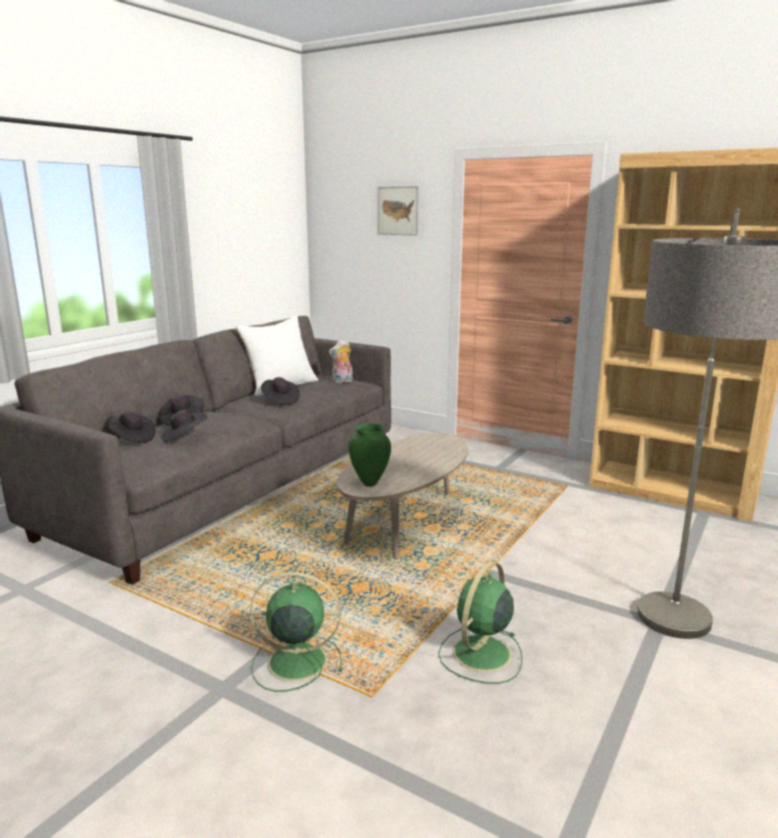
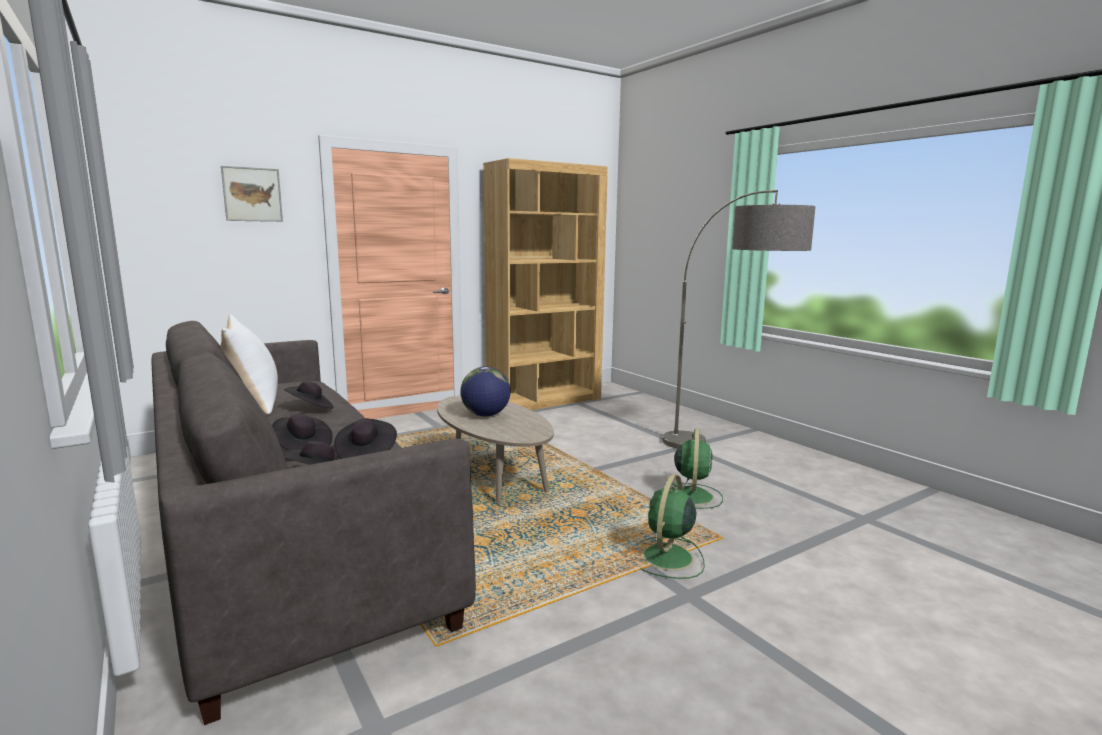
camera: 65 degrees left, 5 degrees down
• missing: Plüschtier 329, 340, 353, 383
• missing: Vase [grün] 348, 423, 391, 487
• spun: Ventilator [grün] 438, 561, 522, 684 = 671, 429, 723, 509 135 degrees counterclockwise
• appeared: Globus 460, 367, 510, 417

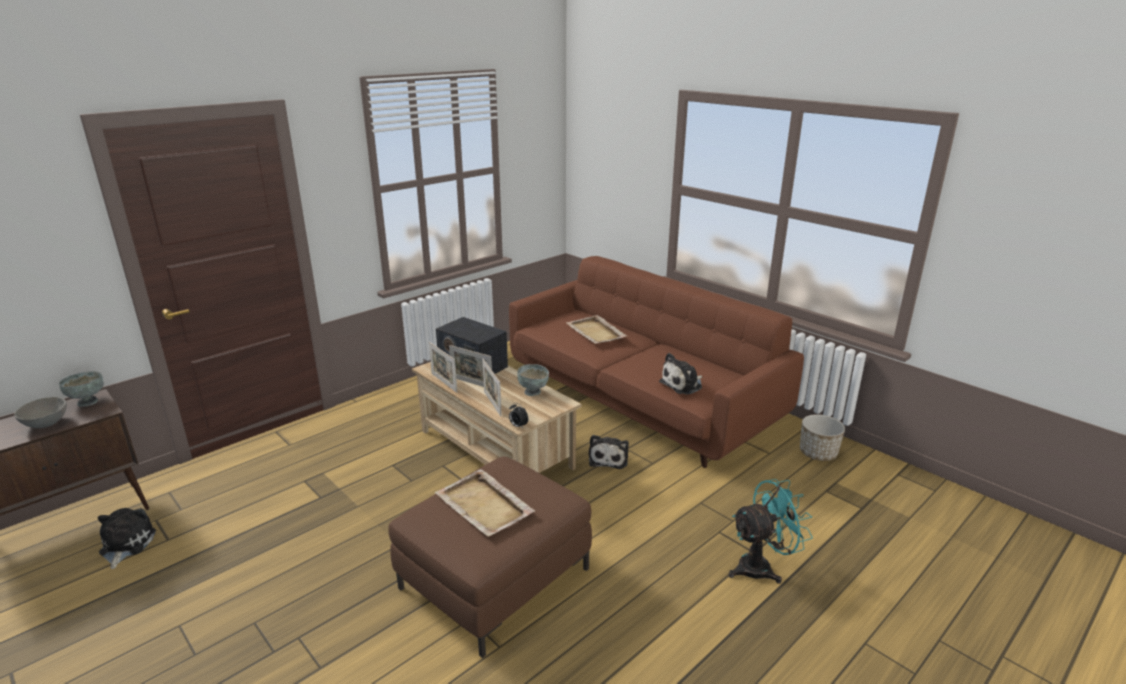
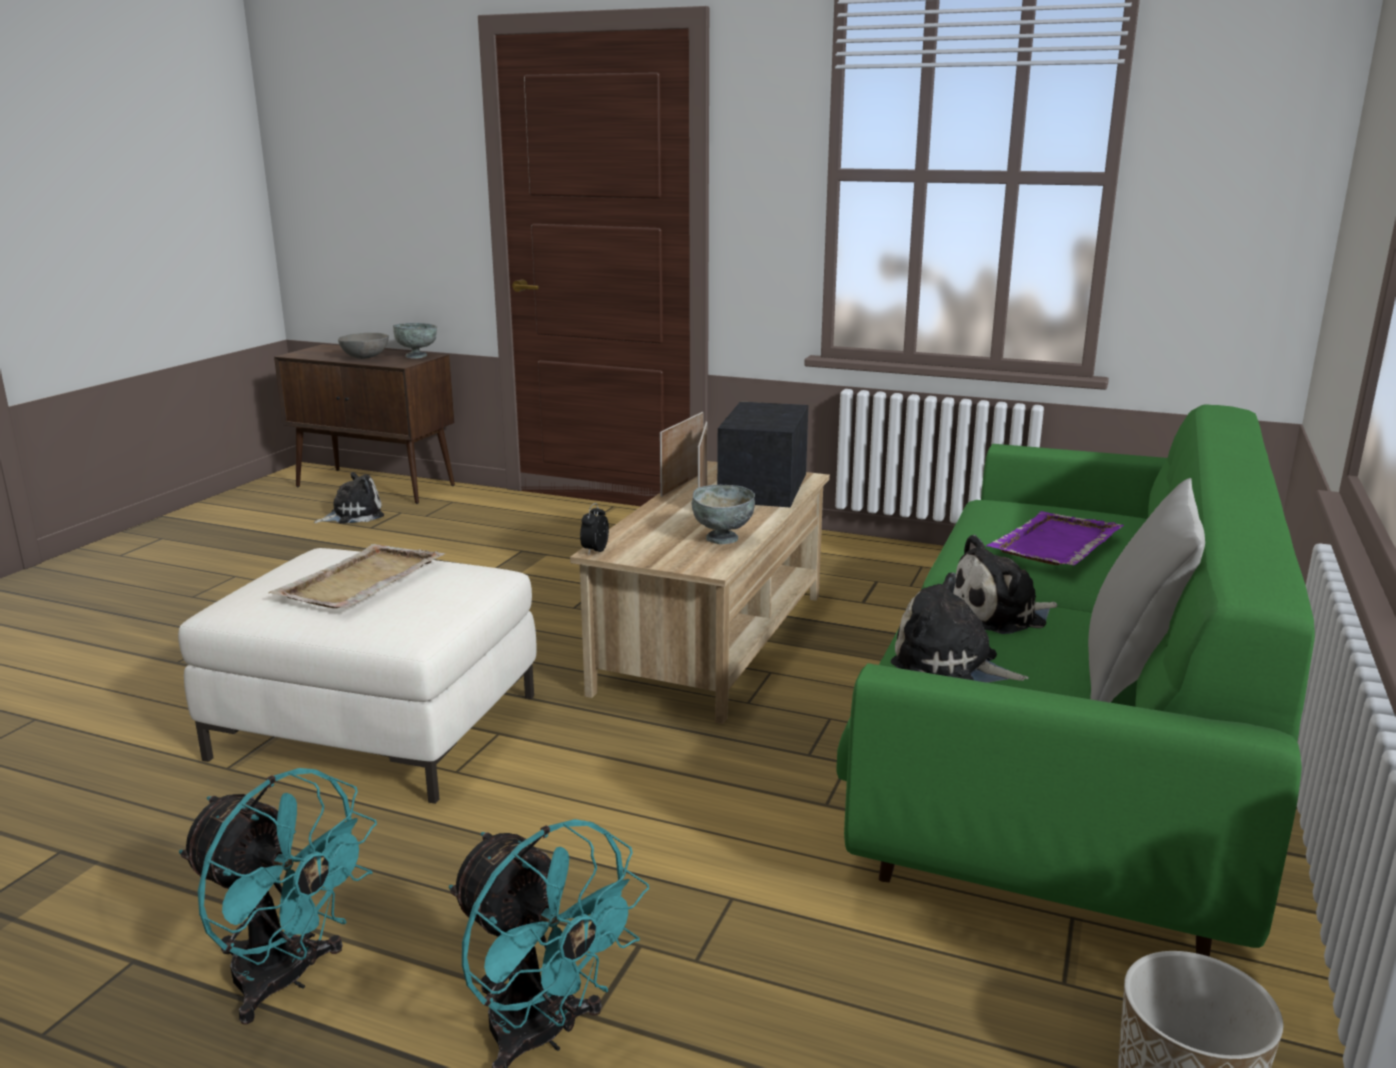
camera: 65 degrees right, 5 degrees down
• colour: Sofa [braun] 509, 256, 804, 468 to Sofa [grün] 836, 404, 1315, 957
• colour: Tablett [beige] 566, 315, 627, 344 to Tablett [lila] 987, 511, 1124, 565
• missing: Bilderrahmen 482, 359, 502, 416
• relocated: Plüschtier 589, 435, 629, 469 to 953, 535, 1058, 634
• colour: Polsterhocker [braun] 388, 456, 592, 658 to Polsterhocker [weiß] 178, 548, 537, 804
• appeared: Kissen [grau] 1088, 478, 1205, 703
• appeared: Ventilator [türkis] 179, 768, 377, 1025

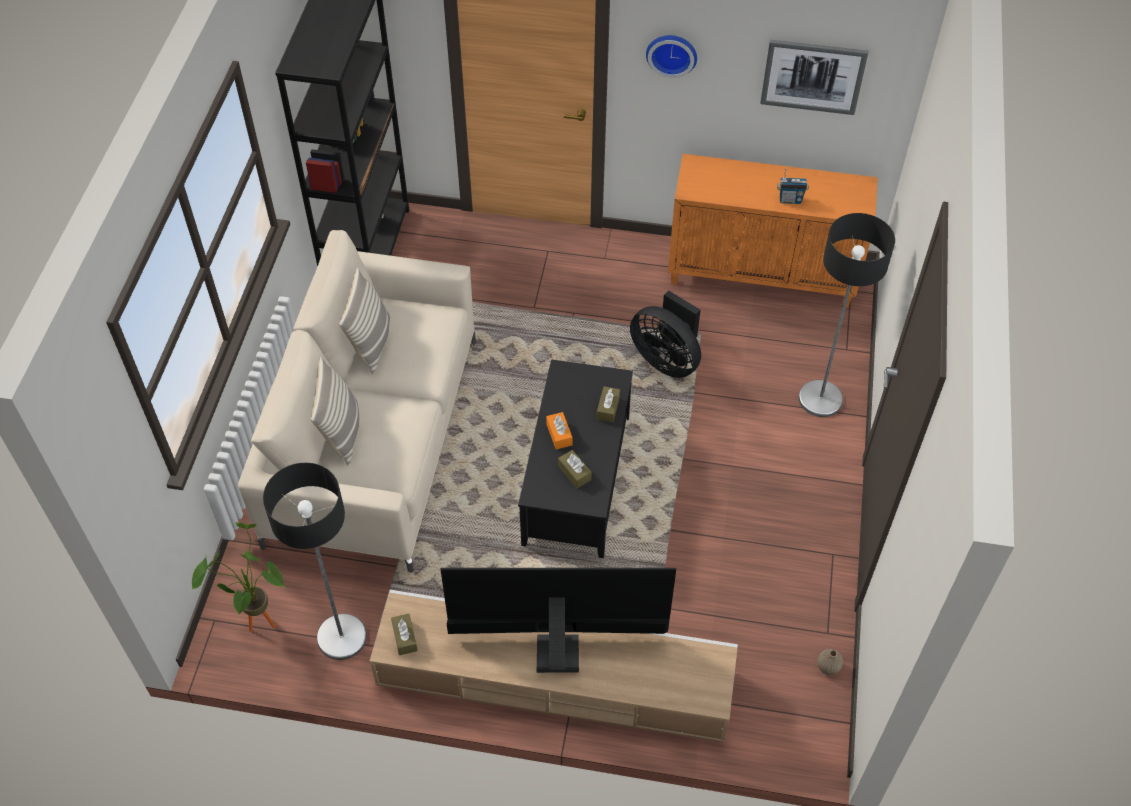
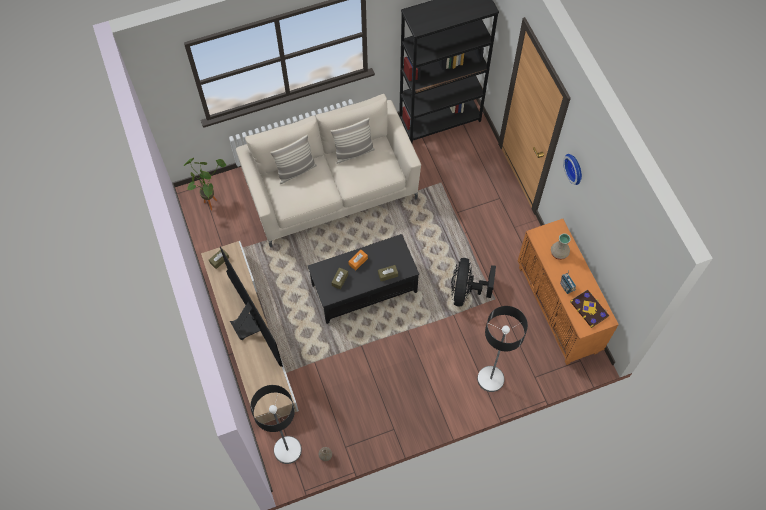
camera: 60 degrees right, 10 degrees up
• missing: Bild 760, 40, 868, 115
• relocated: Stehlampe 263, 463, 367, 660 to 250, 385, 302, 464
• appeared: Vase [beige] 551, 233, 571, 260
• appeared: Buch 570, 289, 609, 328

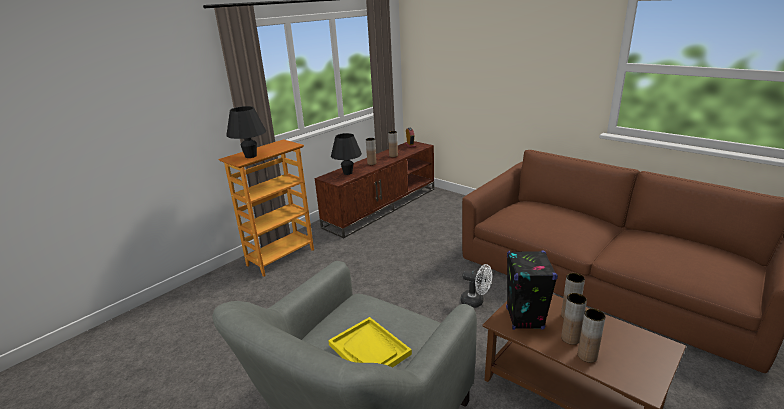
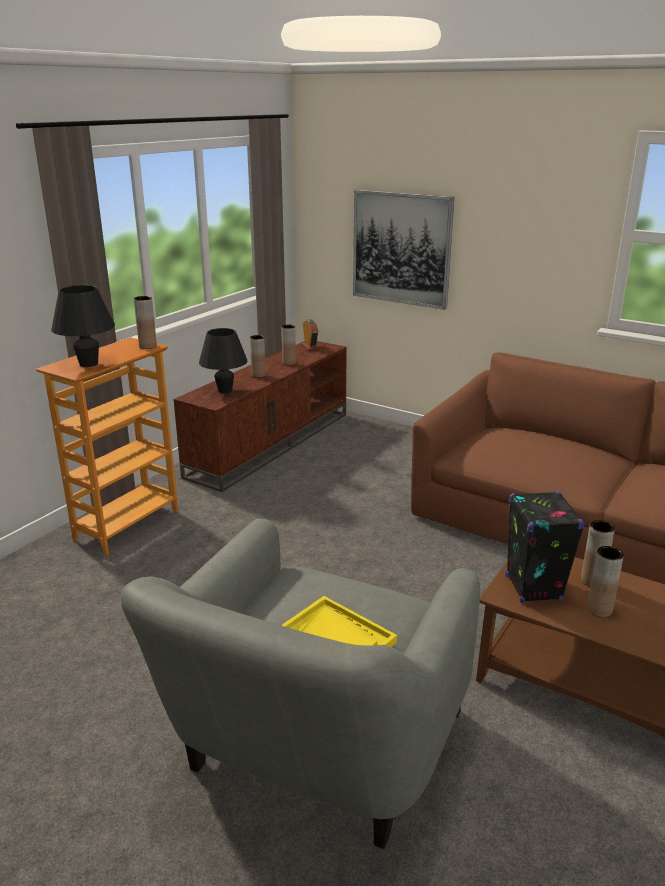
camera: 10 degrees left, 0 degrees up
• missing: Ventilator [weiß] 460, 264, 492, 308
• relocated: Vase [braun] 578, 308, 606, 363 to 134, 296, 157, 349
• appeared: Bild 353, 190, 454, 310

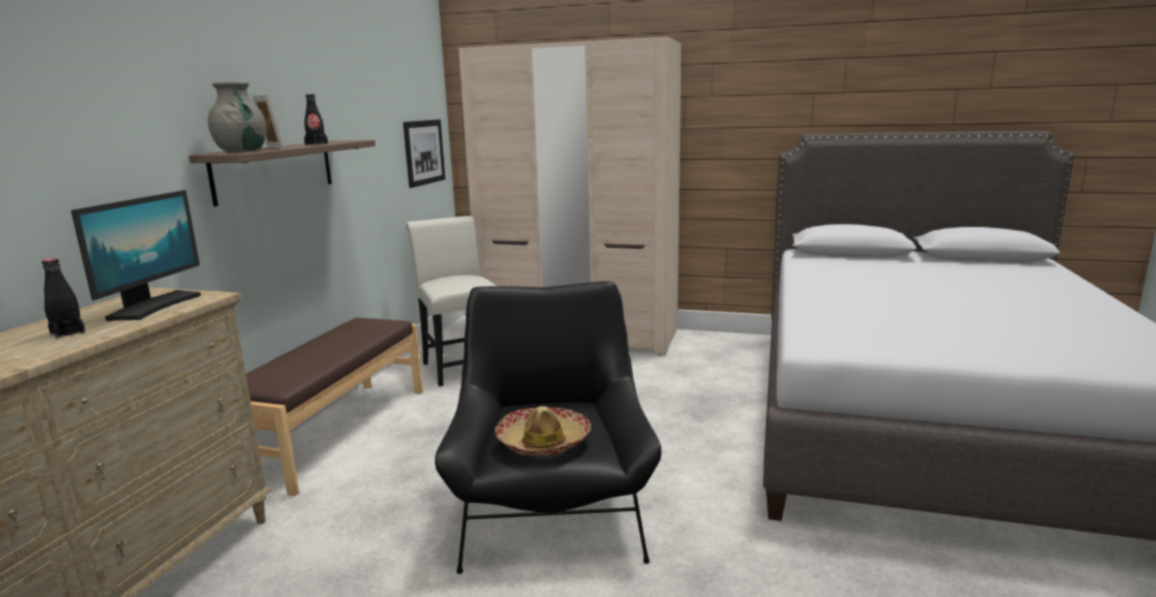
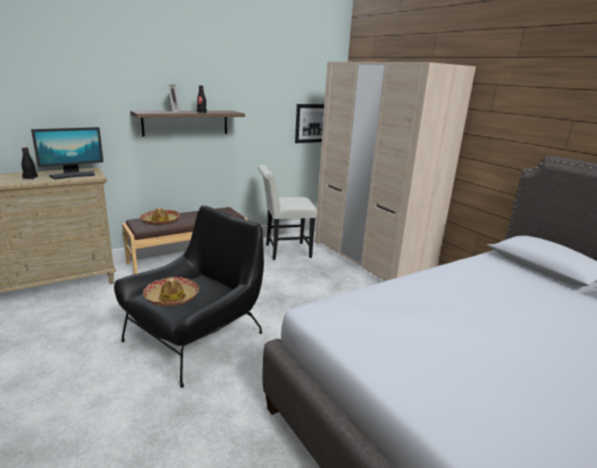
camera: 40 degrees right, 5 degrees up
• missing: Vase [grau] 208, 82, 266, 152
• spun: Stuhl [weiß] 406, 216, 496, 387 = 258, 165, 317, 260 120 degrees counterclockwise
• appeared: Hut 140, 208, 180, 225

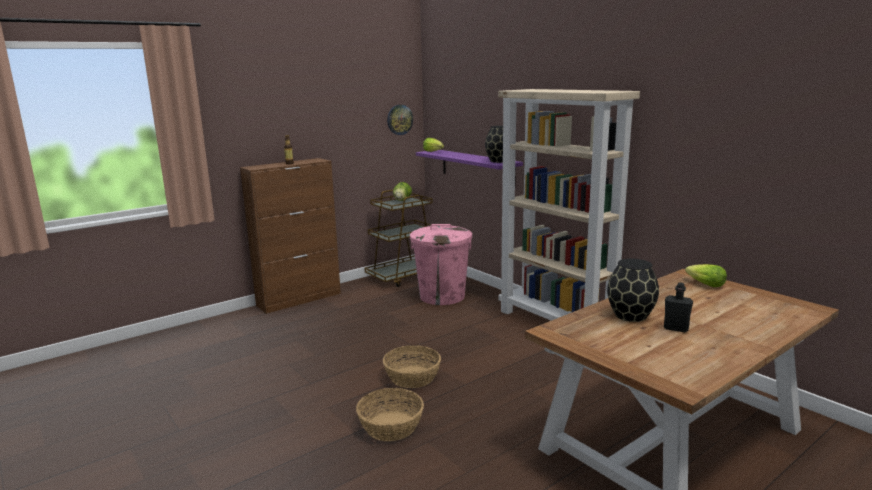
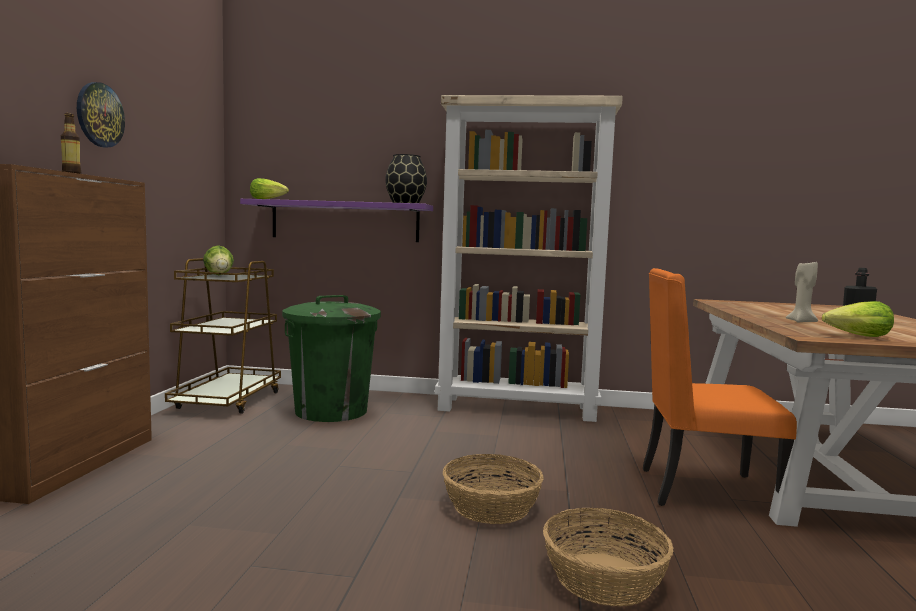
camera: 45 degrees left, 10 degrees down
• relocated: Wanduhr 387, 105, 413, 135 to 77, 82, 125, 147
• colour: Mülleimer [rosa] 410, 224, 472, 305 to Mülleimer [grün] 282, 295, 381, 422
• exchanged: Vase [schwarz] 607, 259, 659, 322 to Kerze [beige] 786, 260, 818, 323
• relocated: Salatkopf 685, 264, 727, 287 to 822, 301, 894, 337
• appeared: Stuhl [orange] 643, 268, 797, 506

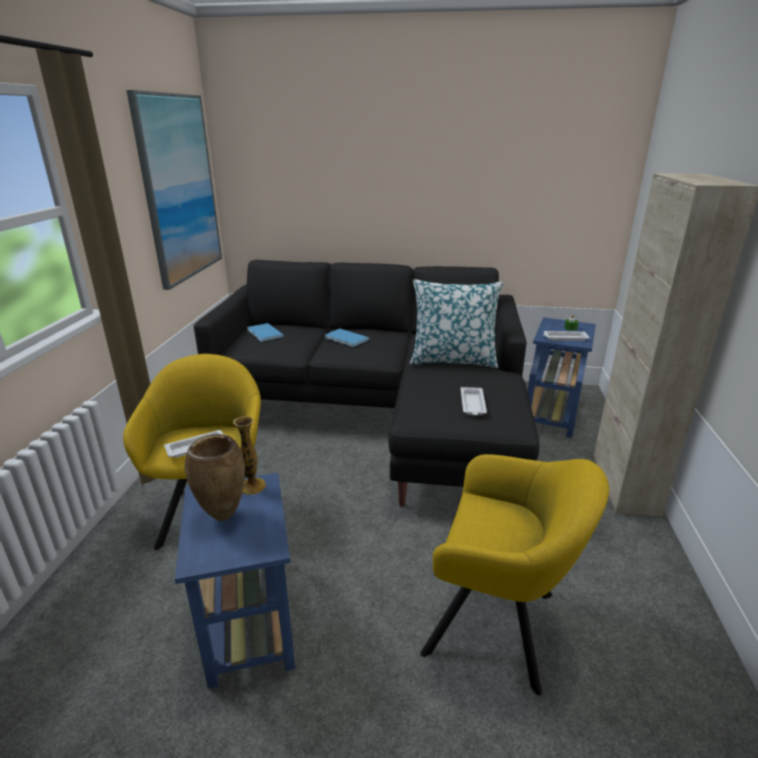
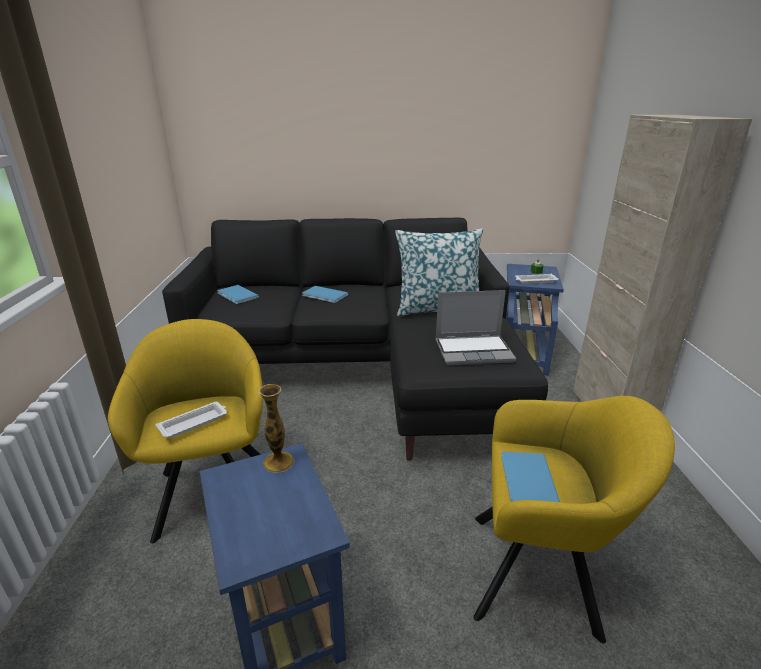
camera: 10 degrees left, 0 degrees up
• missing: Bild 126, 90, 222, 290
• exchanged: Tablett [weiß] 461, 387, 487, 415 to Laptop 435, 290, 516, 365
• missing: Vase [braun] 184, 434, 245, 521
• appeared: Buch [blau] 501, 452, 560, 502

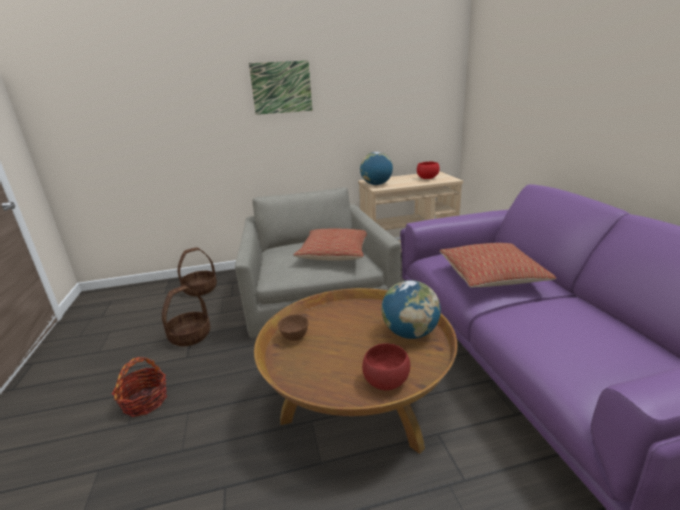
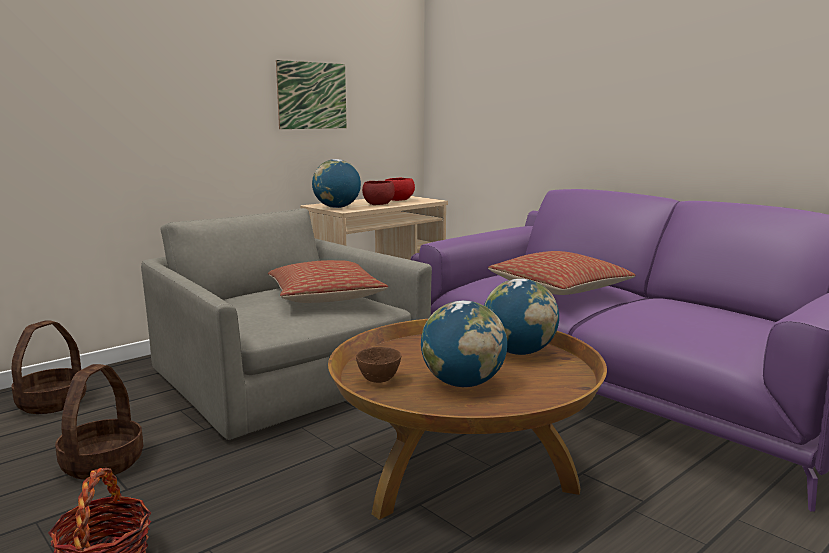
camera: 30 degrees left, 10 degrees down
• relocated: Bild 249, 60, 313, 115 to 276, 60, 347, 129
• relocated: Schüssel [rot] 362, 343, 410, 390 to 362, 181, 395, 205
• appeared: Globus 421, 301, 507, 387

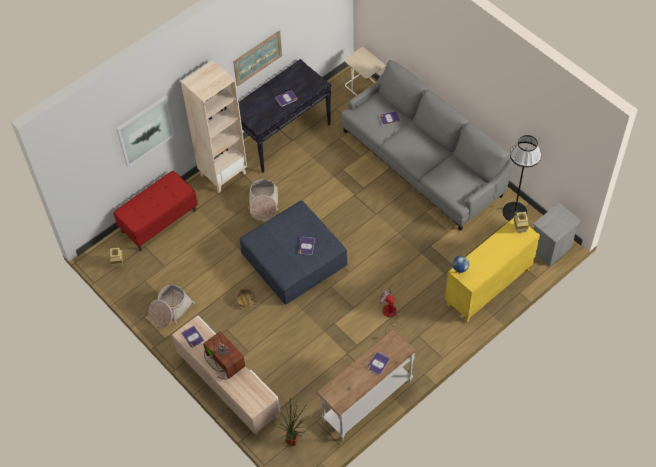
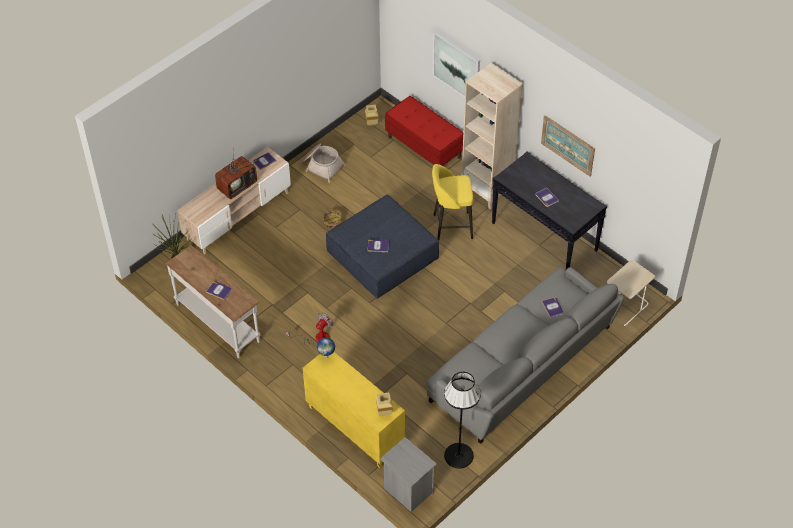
camera: 85 degrees right, 5 degrees down
• exchanged: Korb 249, 179, 278, 221 to Hocker [gelb] 432, 164, 473, 240

